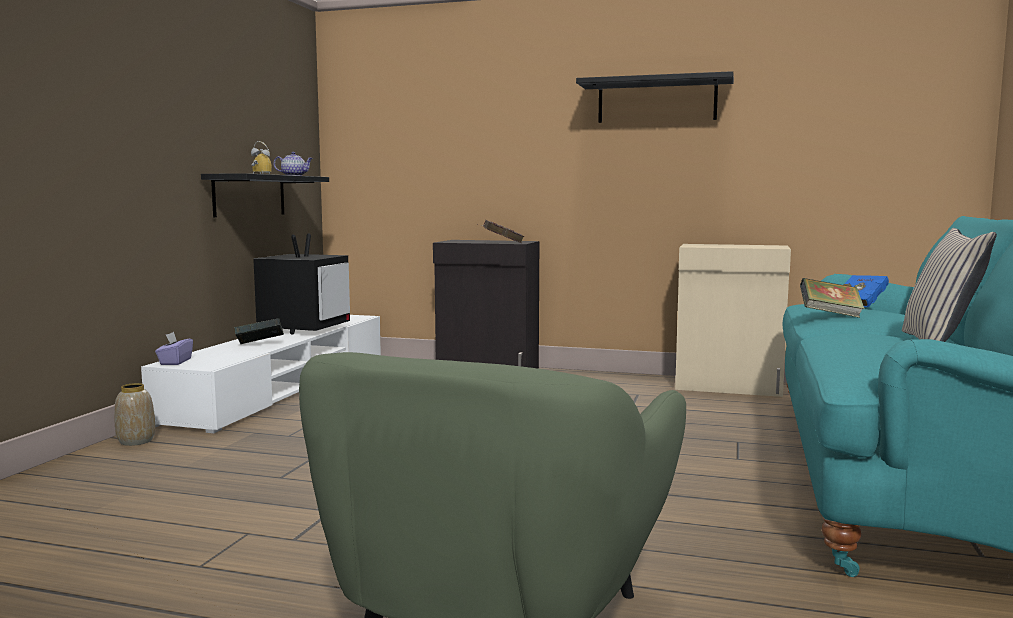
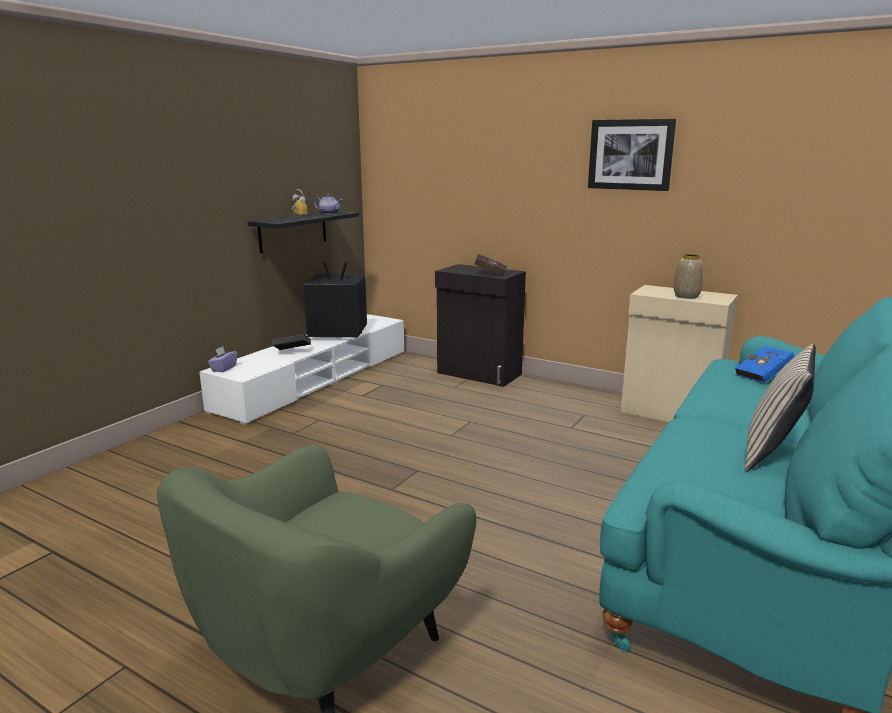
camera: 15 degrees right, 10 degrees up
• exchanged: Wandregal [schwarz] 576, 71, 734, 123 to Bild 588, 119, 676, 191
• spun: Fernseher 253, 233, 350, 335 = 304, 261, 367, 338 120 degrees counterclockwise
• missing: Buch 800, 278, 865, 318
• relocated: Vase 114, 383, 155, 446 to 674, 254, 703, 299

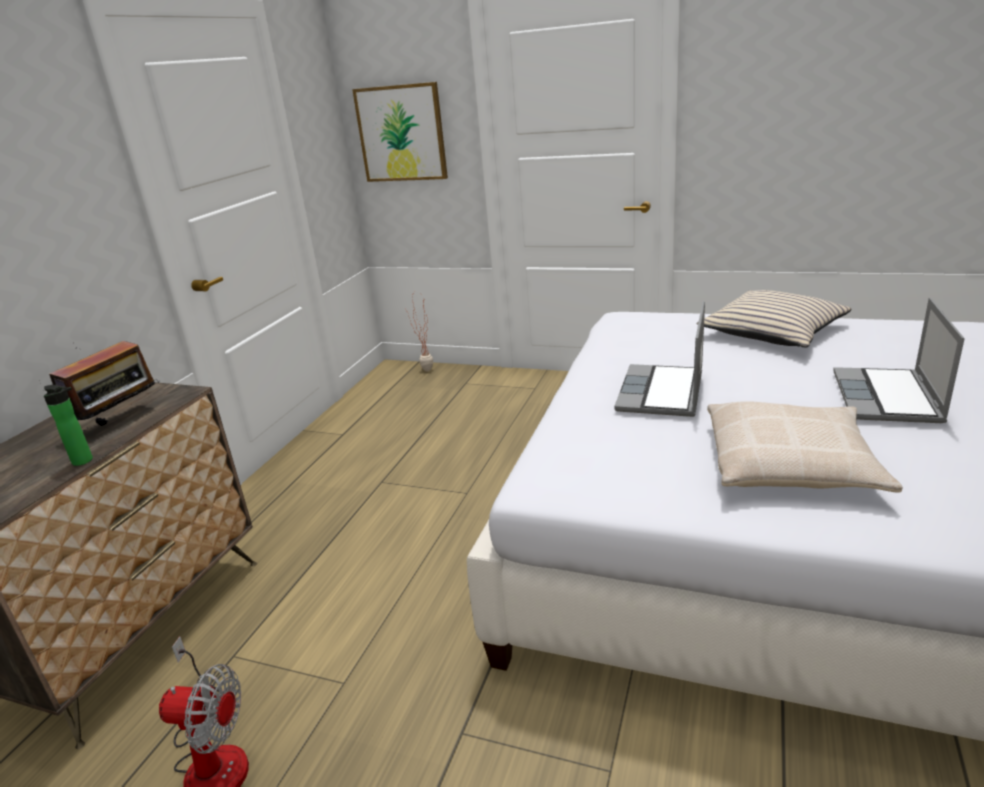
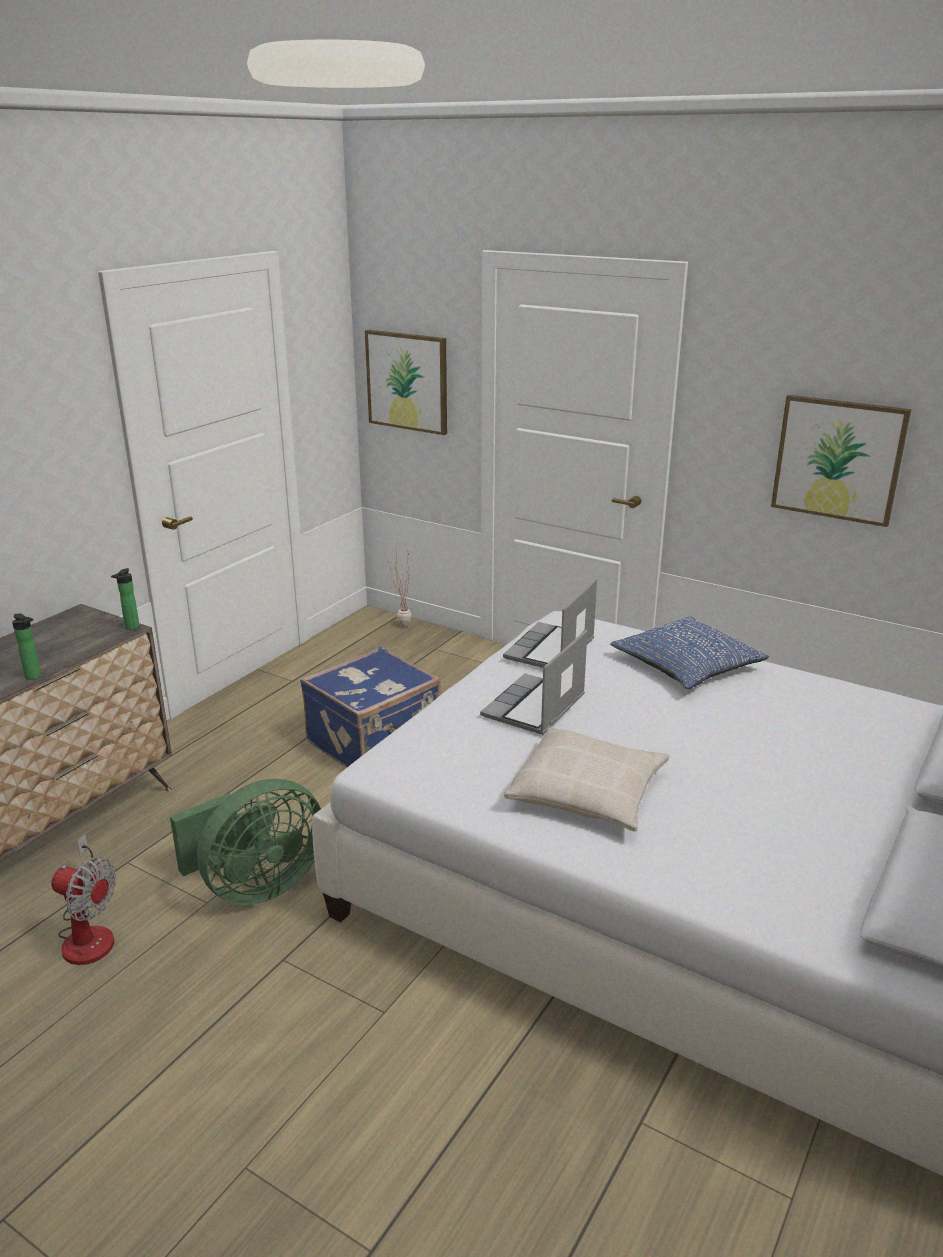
camera: 10 degrees right, 0 degrees up
• colour: Kissen [beige] 697, 290, 852, 347 to Kissen [blau] 610, 617, 769, 689
• relocated: Laptop 833, 298, 965, 423 to 503, 578, 597, 668
• missing: Radio 49, 341, 160, 431
• appeared: Bild 771, 395, 911, 527
• appeared: Flasche 111, 568, 140, 630
• appeared: Koffer [blau] 300, 647, 441, 768
• appeared: Ventilator [grün] 170, 779, 321, 905

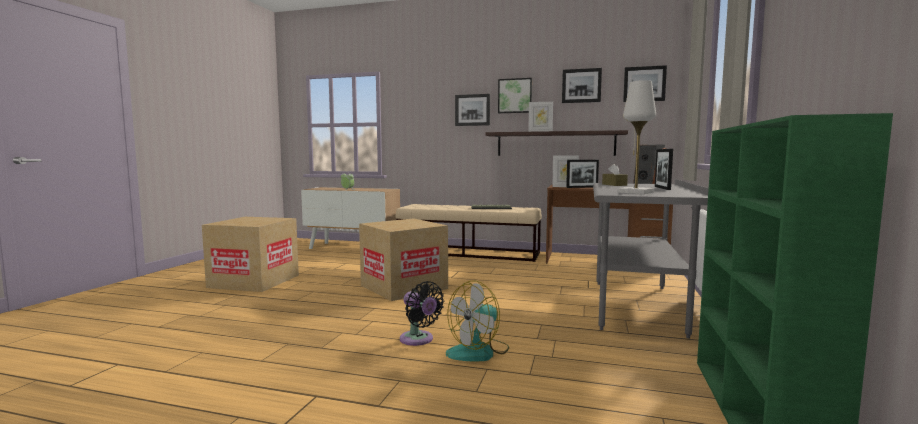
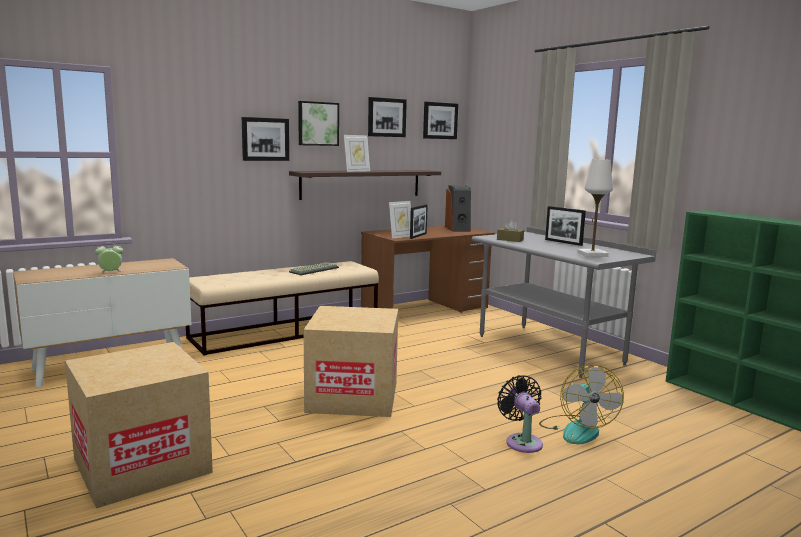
camera: 50 degrees left, 5 degrees up
• spun: Ventilator [schwarz] 400, 281, 444, 346 = 497, 375, 543, 453 105 degrees counterclockwise

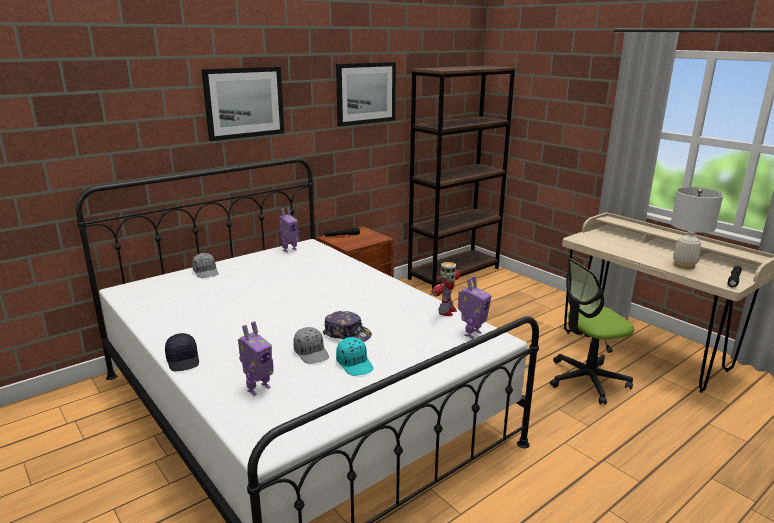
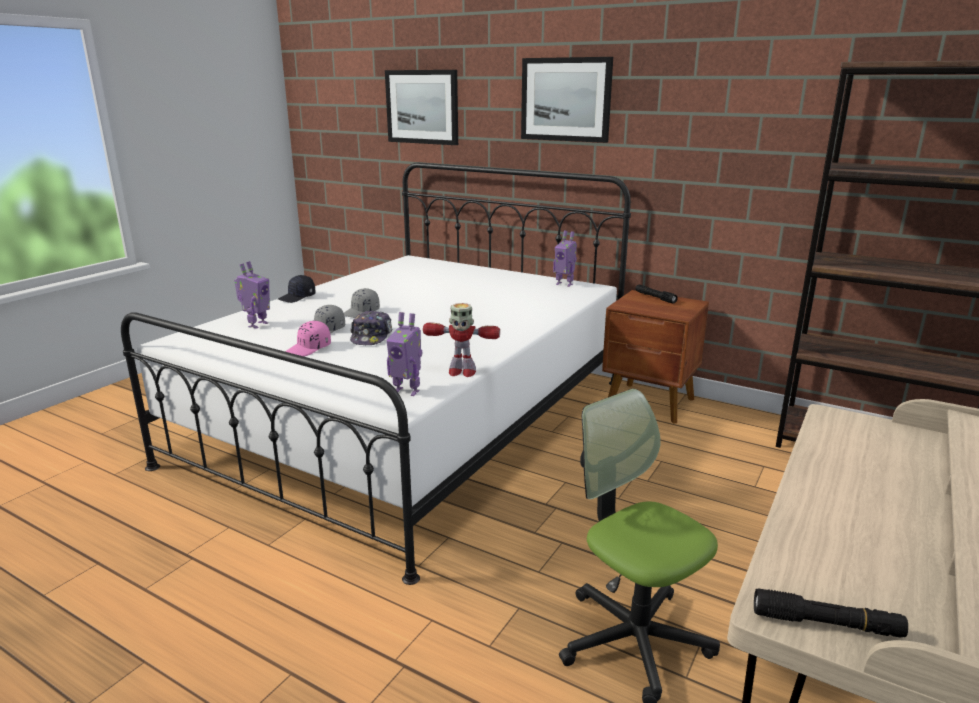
camera: 70 degrees right, 0 degrees up
• relocated: Bild 336, 62, 396, 126 to 385, 70, 458, 145
• missing: Tischlampe [weiß] 671, 187, 723, 269
• relocated: Kappe [grau] 192, 253, 218, 278 to 344, 288, 380, 318
• spun: Spielzeugroboter 238, 321, 274, 396 = 234, 261, 270, 329 90 degrees counterclockwise
• colour: Kappe [türkis] 336, 337, 373, 376 to Kappe [rosa] 286, 321, 331, 356

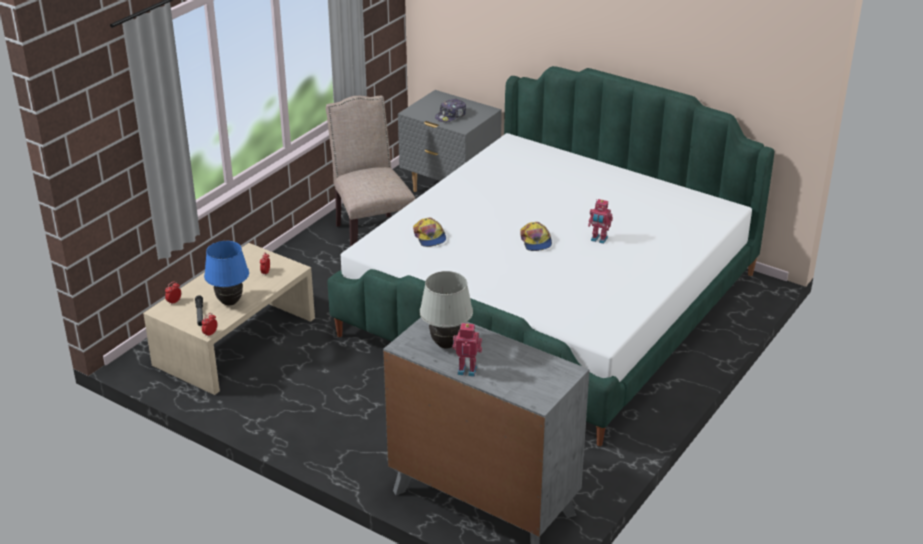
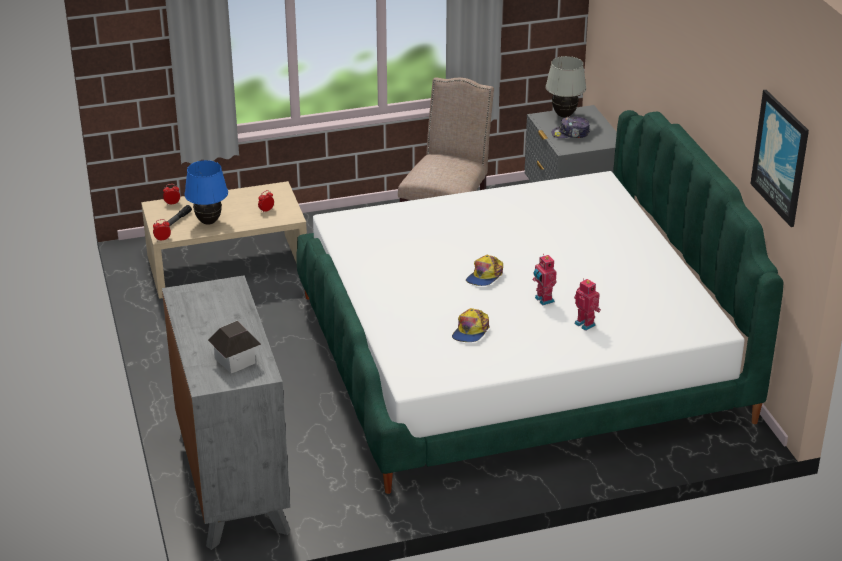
camera: 40 degrees right, 0 degrees up
• relocated: Kappe 413, 217, 446, 247 to 452, 308, 489, 342
• relocated: Tischlampe [weiß] 420, 271, 473, 348 to 546, 56, 586, 117
• relocated: Spielzeugroboter 452, 323, 482, 377 to 574, 278, 601, 331
• appeared: Bild 750, 90, 809, 227
• appeared: Spielzeughaus 208, 320, 261, 373

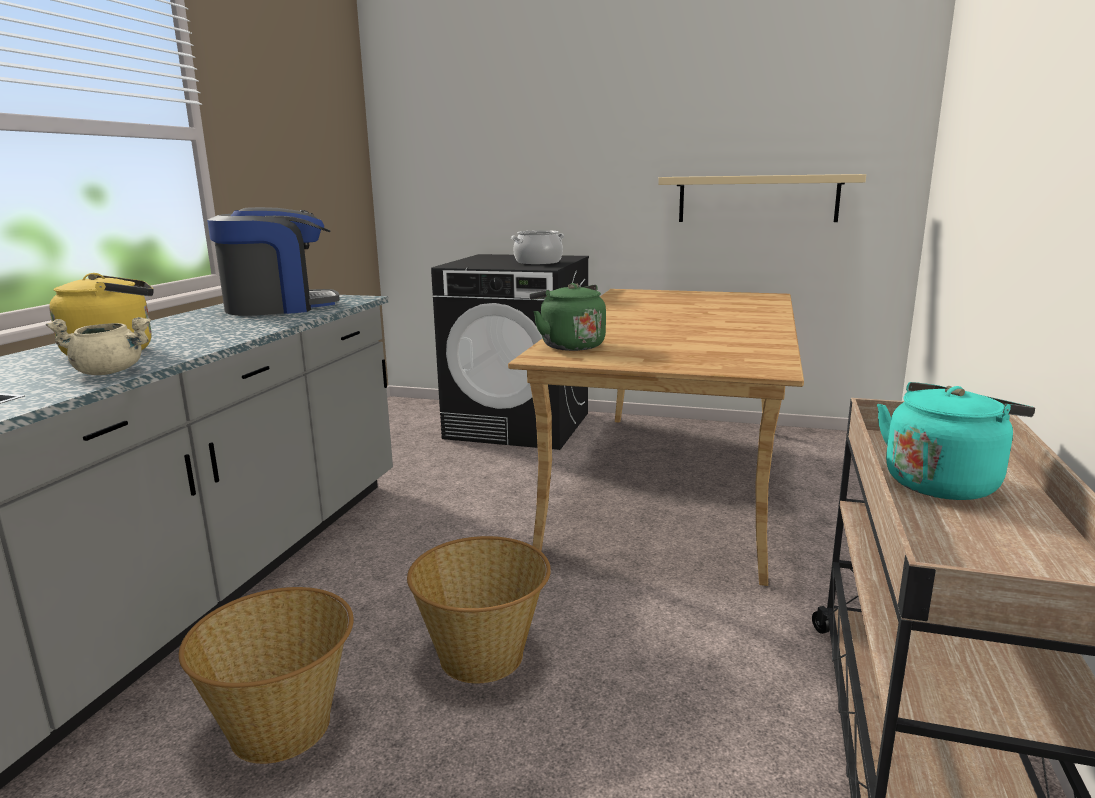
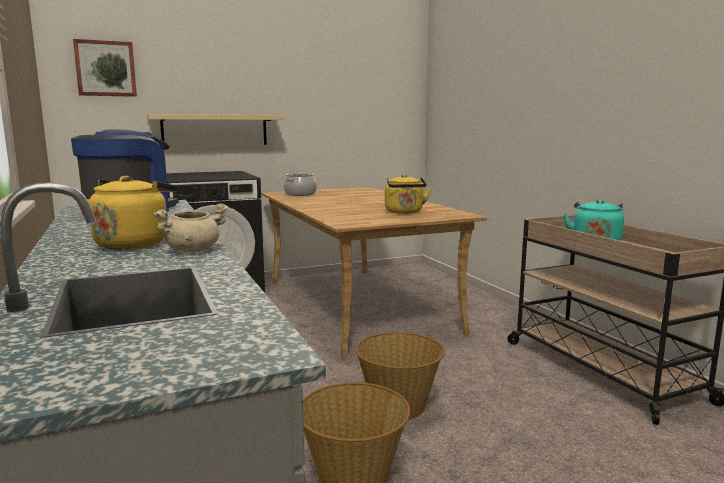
camera: 40 degrees left, 5 degrees down
• relocated: Wandregal [beige] 658, 174, 866, 222 to 147, 114, 283, 145
• relocated: Kochtopf 511, 230, 565, 265 to 284, 173, 317, 196
• missing: Wasserkessel [grün] 529, 283, 606, 351
• appeared: Bild 73, 39, 137, 97
• appeared: Wasserkessel [gelb] 385, 174, 431, 214

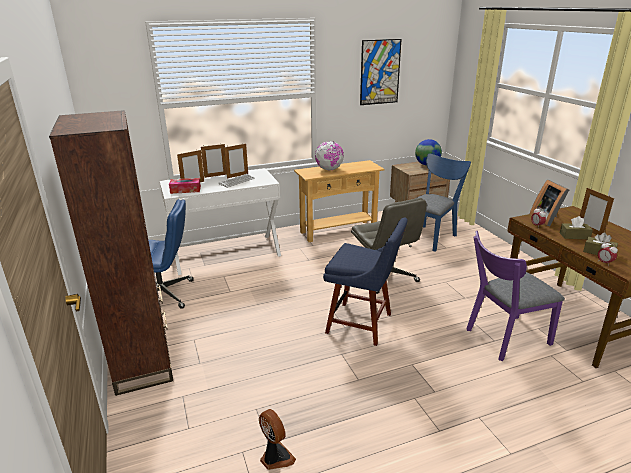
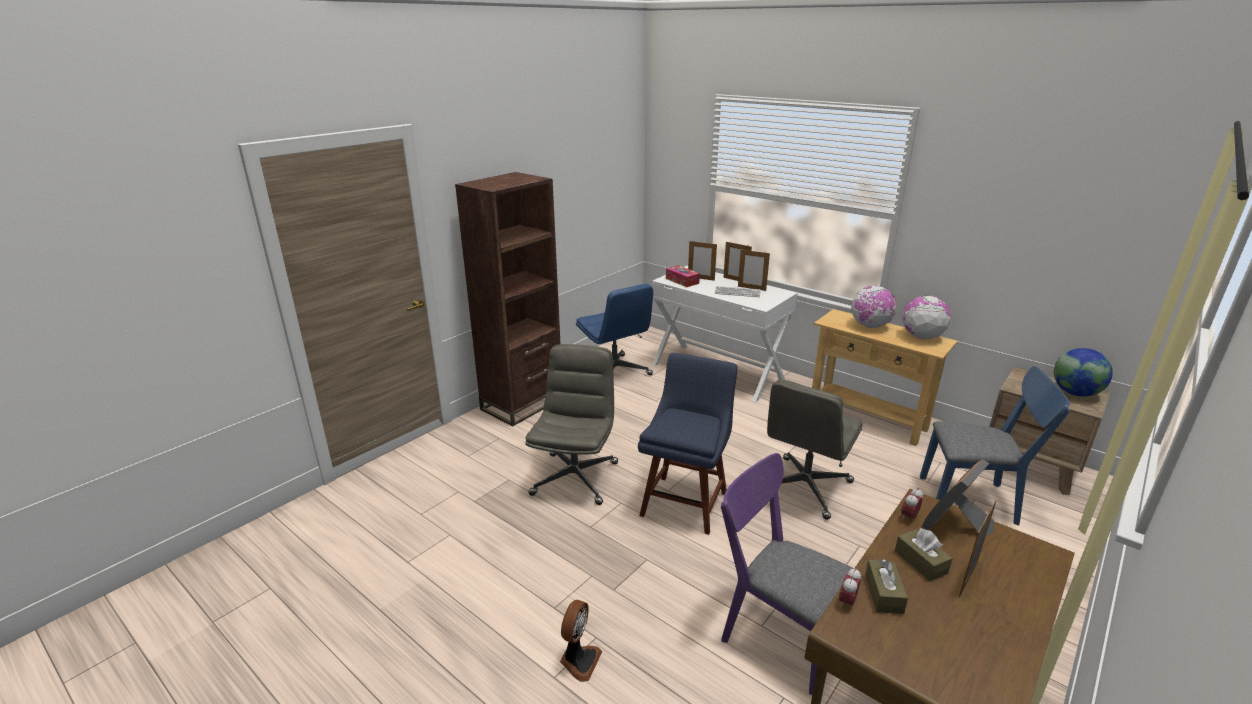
camera: 60 degrees right, 0 degrees up
• missing: Bild 360, 39, 402, 105
• spun: Stuhl [blau] 323, 217, 407, 346 = 638, 353, 737, 535 150 degrees counterclockwise
• relocated: Ventilator 259, 409, 296, 470 to 560, 600, 602, 682
• appeared: Globus 902, 295, 951, 339
• appeared: Bürostuhl [grau] 525, 344, 618, 505

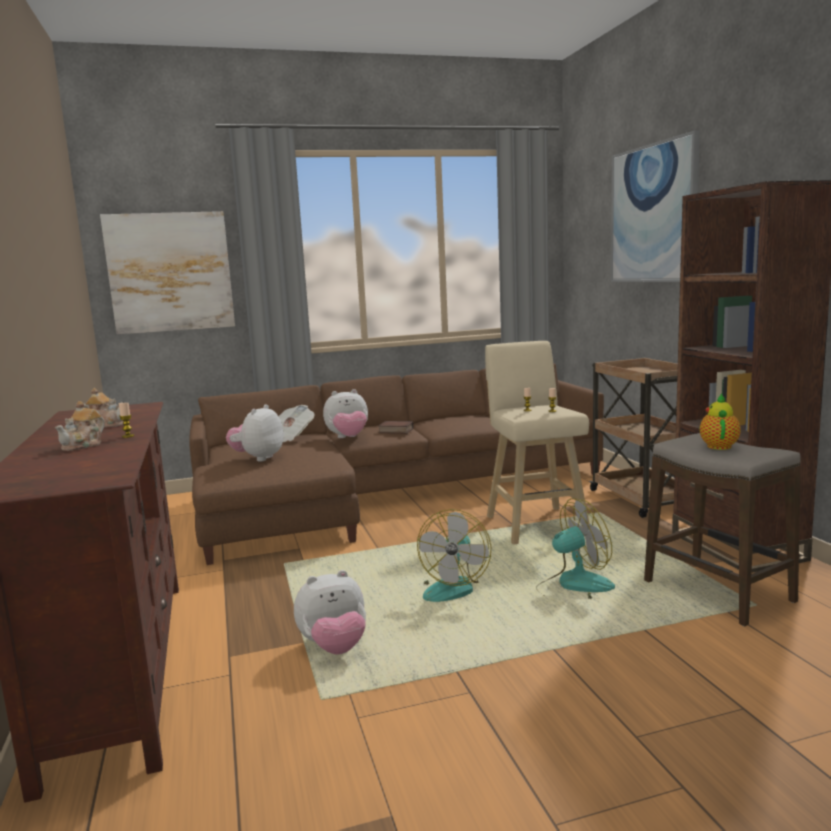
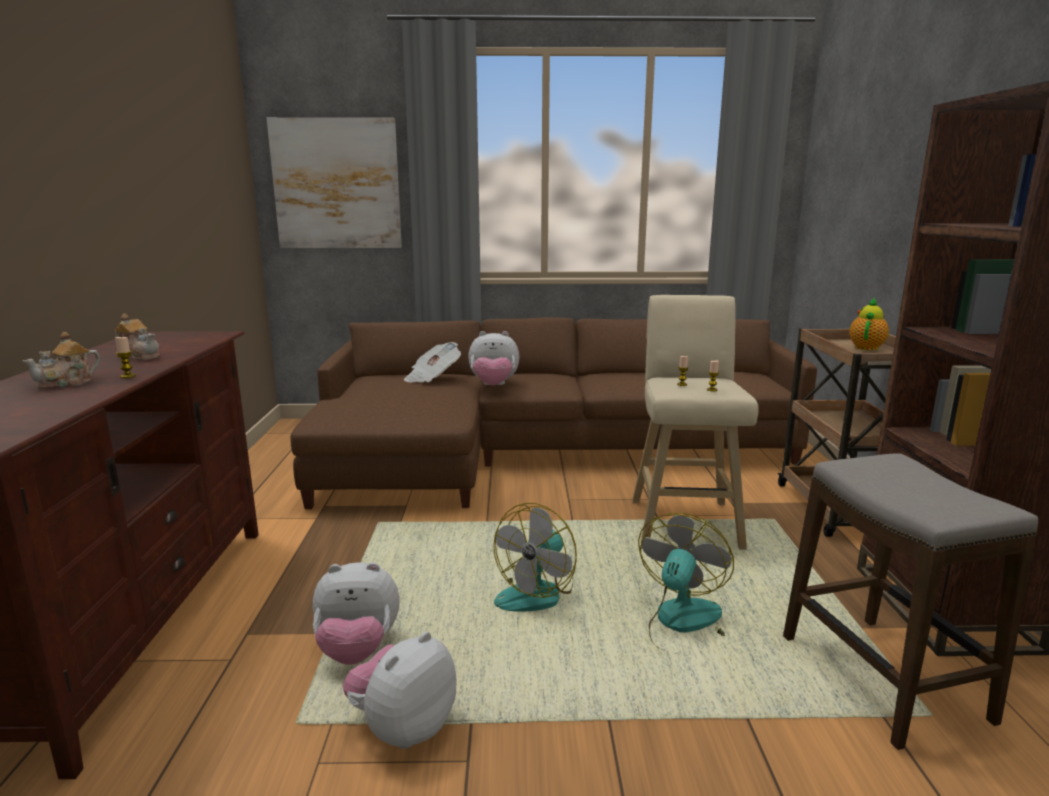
camera: 15 degrees right, 5 degrees up
• missing: Bild 611, 130, 700, 282
• relocated: Teekanne 700, 393, 741, 450 to 849, 297, 889, 350
• relocated: Plüschtier 226, 404, 284, 462 to 343, 632, 457, 749
• missing: Buch 379, 421, 413, 434
• spun: Ventilator 536, 498, 615, 599 = 638, 512, 734, 656 60 degrees counterclockwise

